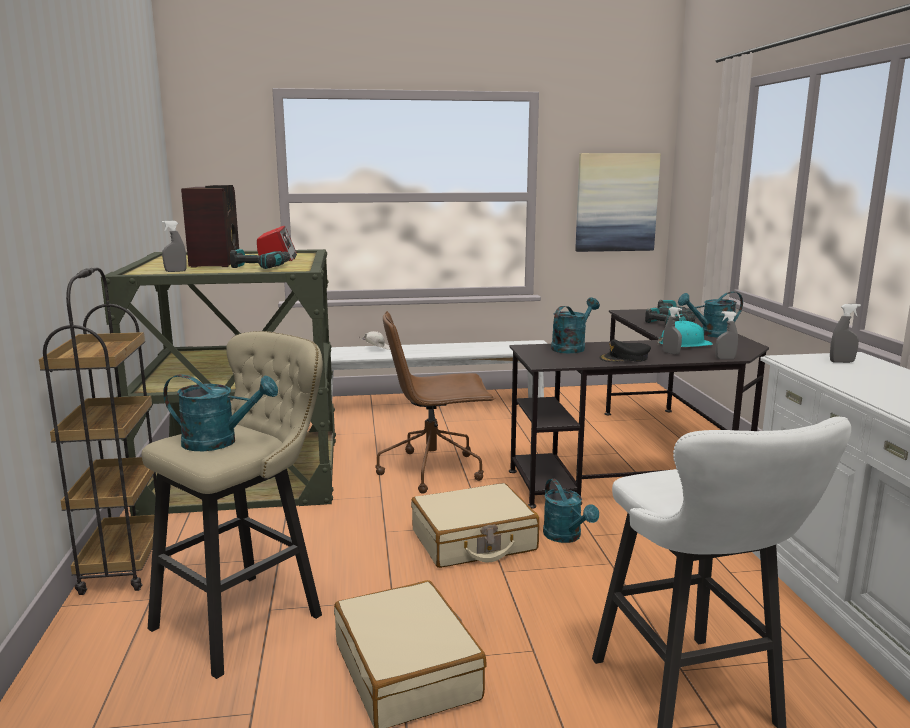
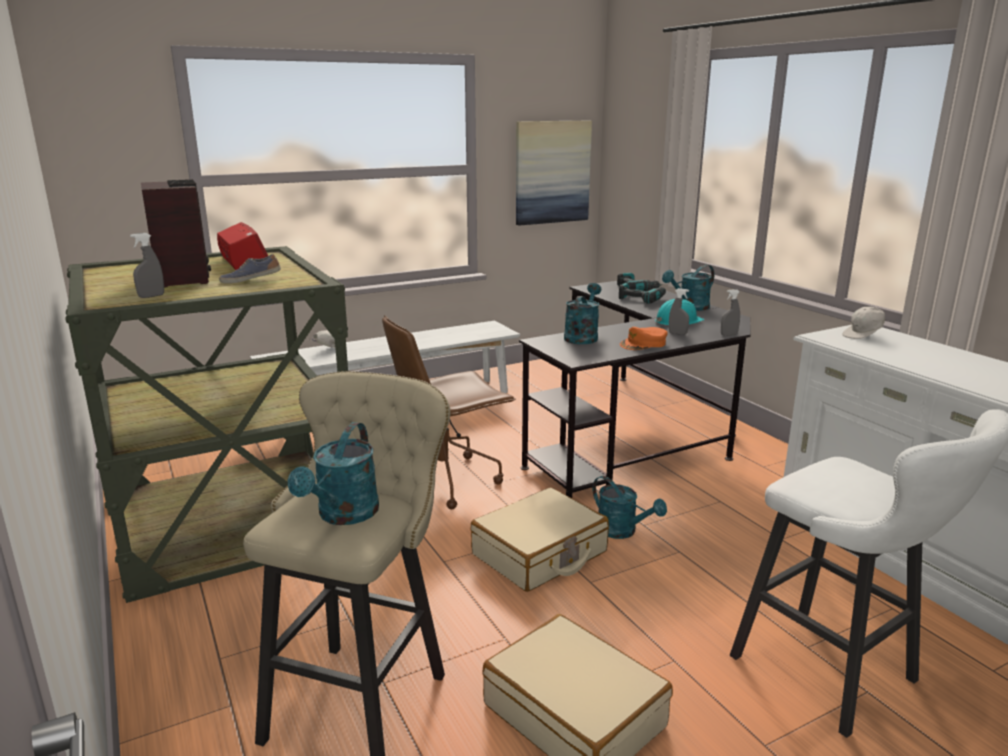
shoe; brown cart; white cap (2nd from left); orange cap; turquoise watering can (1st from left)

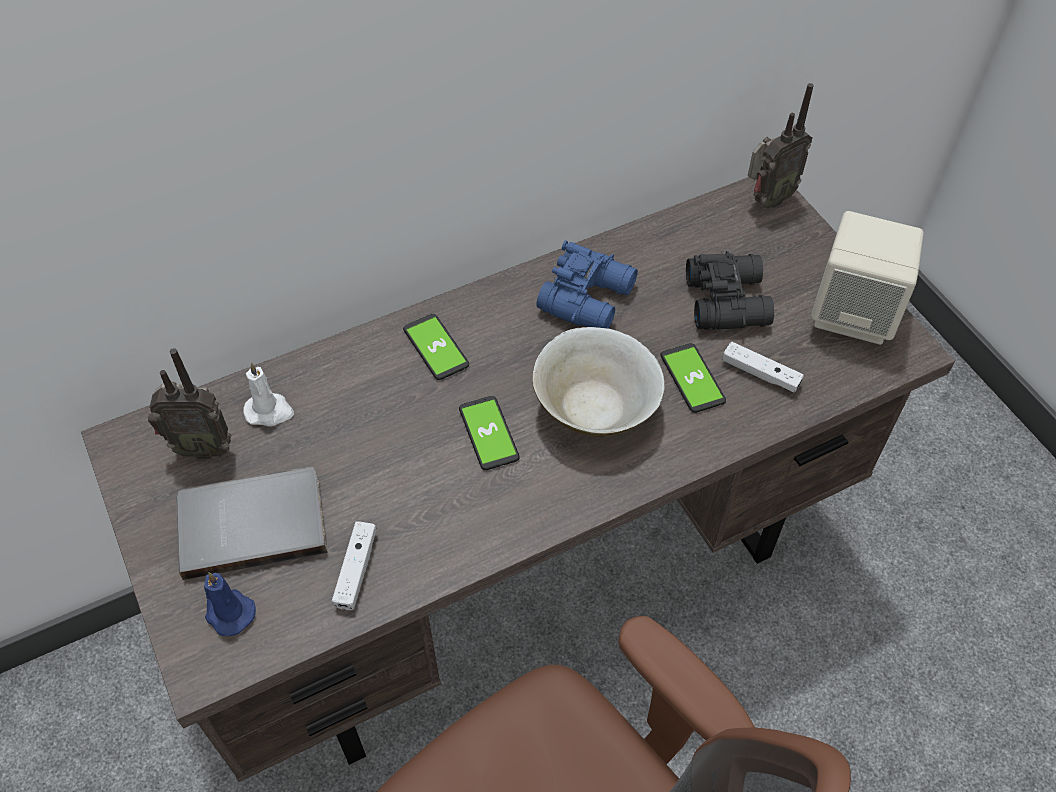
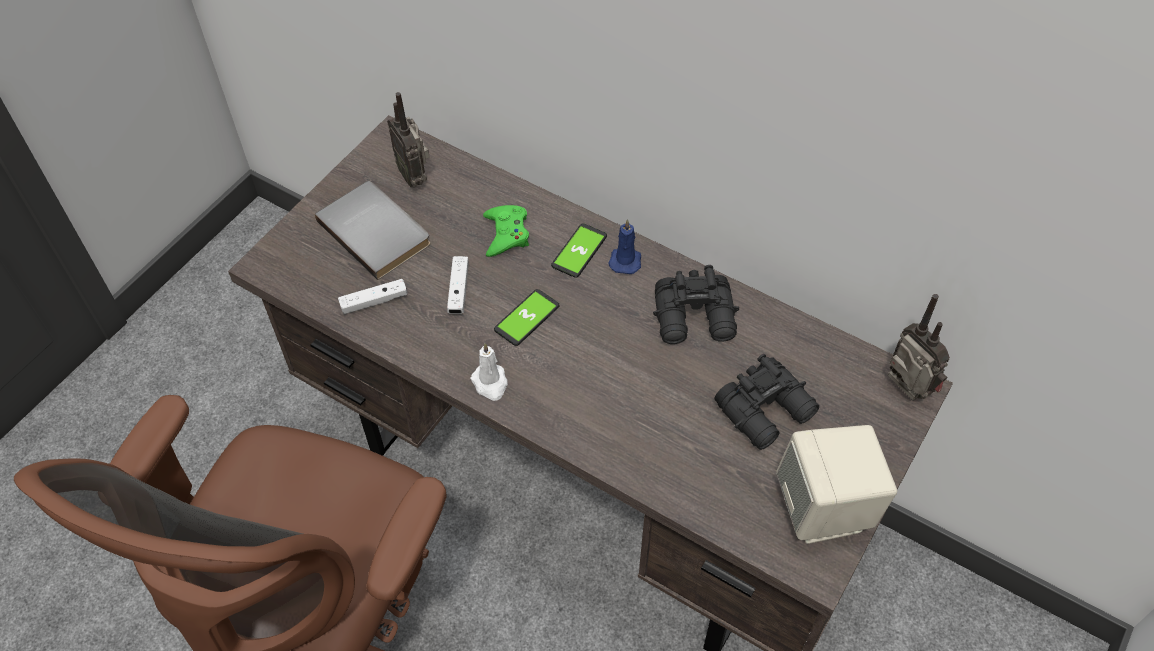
radio (2nd from left); black binoculars (1st from left); beige bowl; white game controller (2nd from left); phone (3rd from left in the first image); white candle; blue candle; green game controller

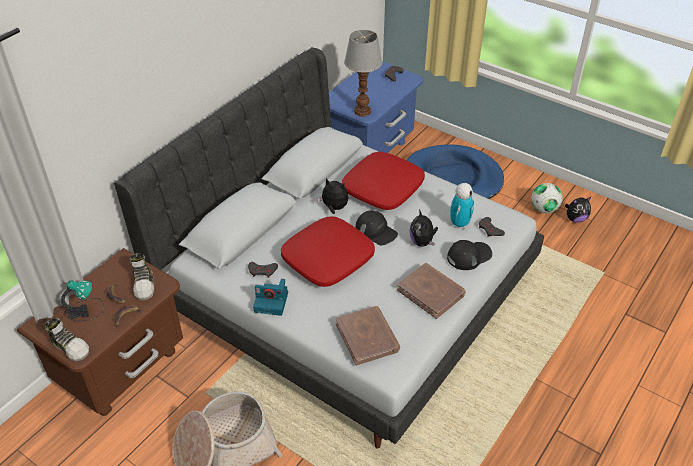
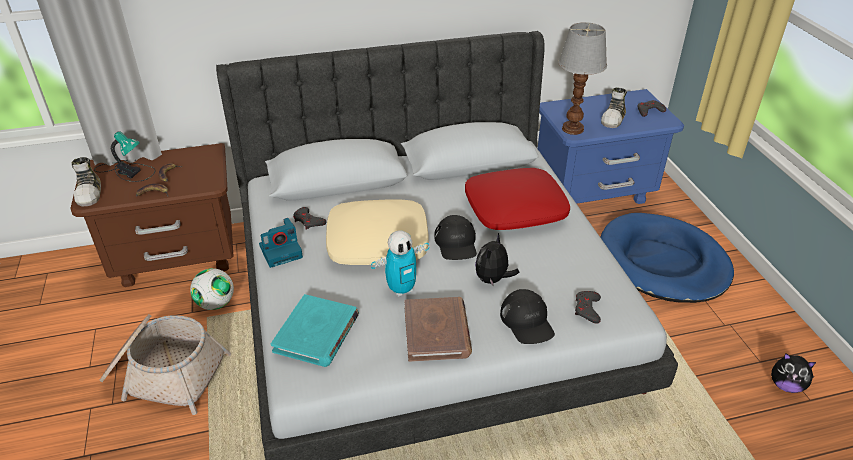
plush toy (1st from left in the first image); toy robot; football; beige pillow; black cap (2nd from left); shoe (2nd from left); photo camera; turquoise book

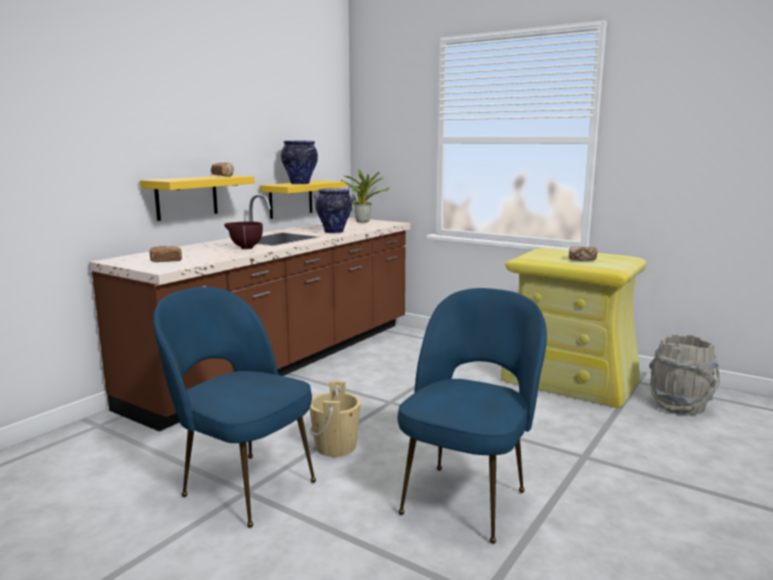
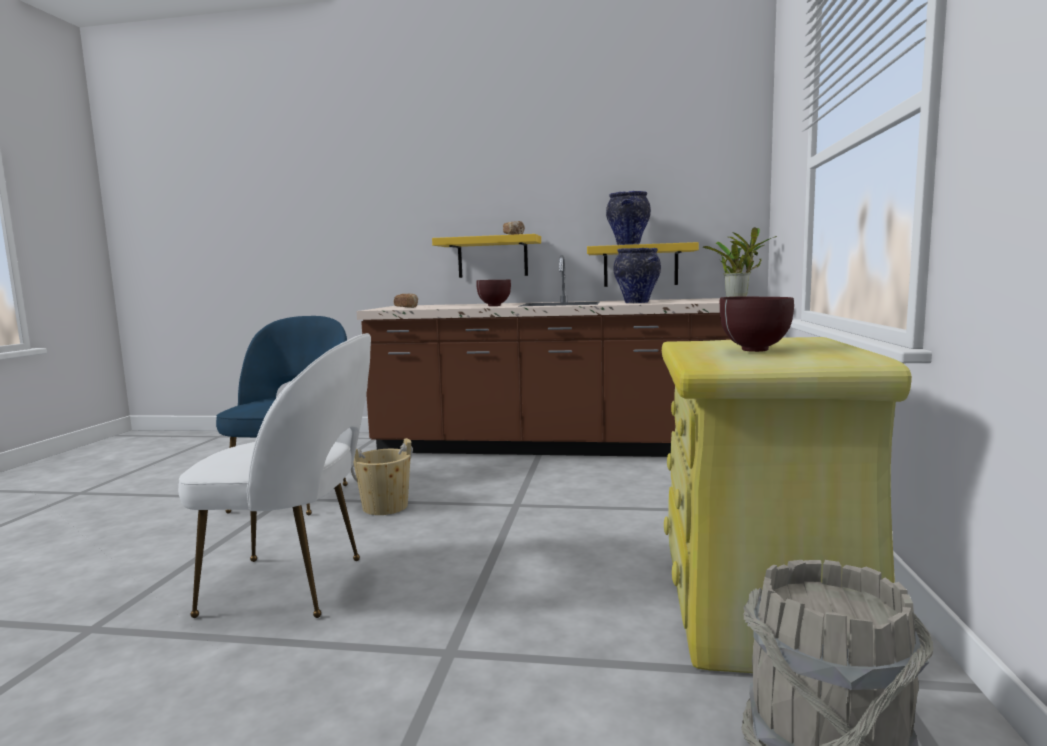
brown bowl (2nd from left); white chair

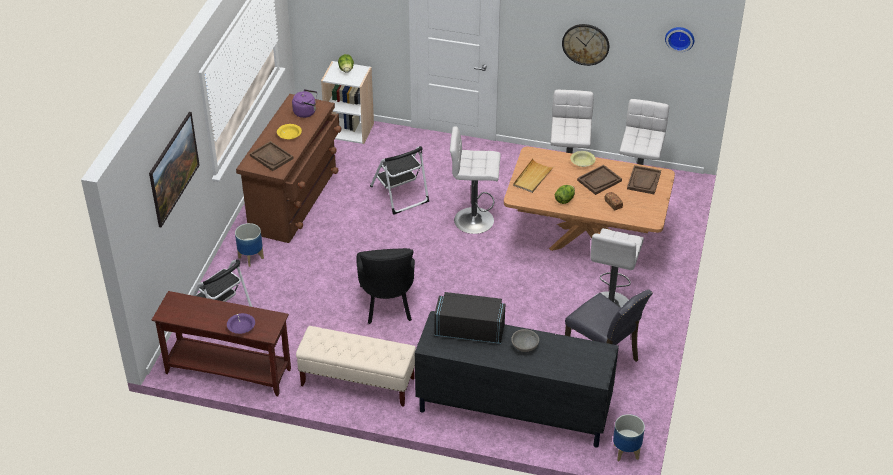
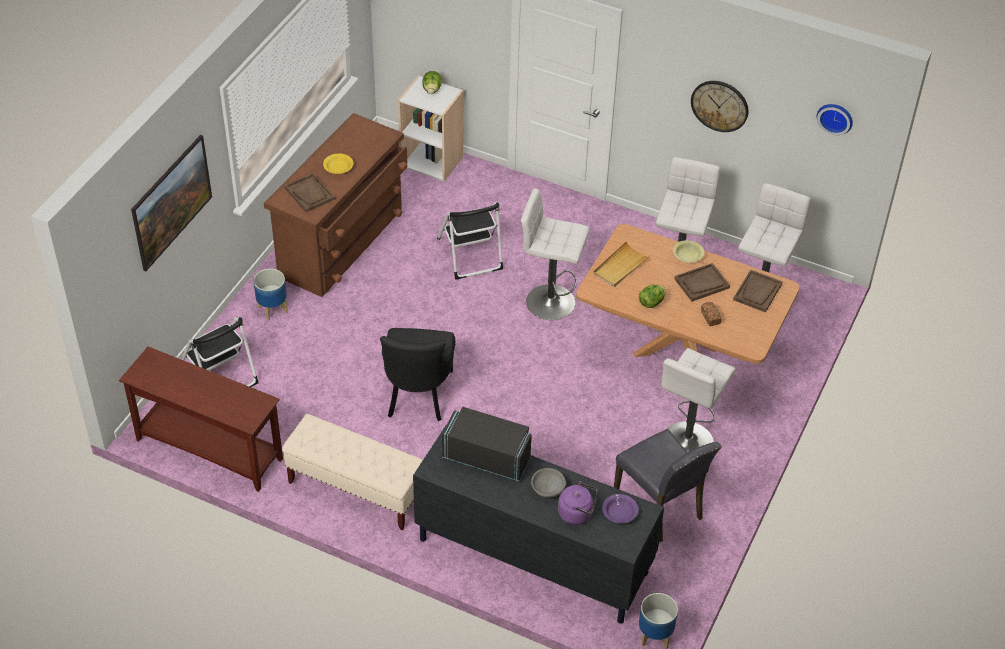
purple kettle; purple bowl

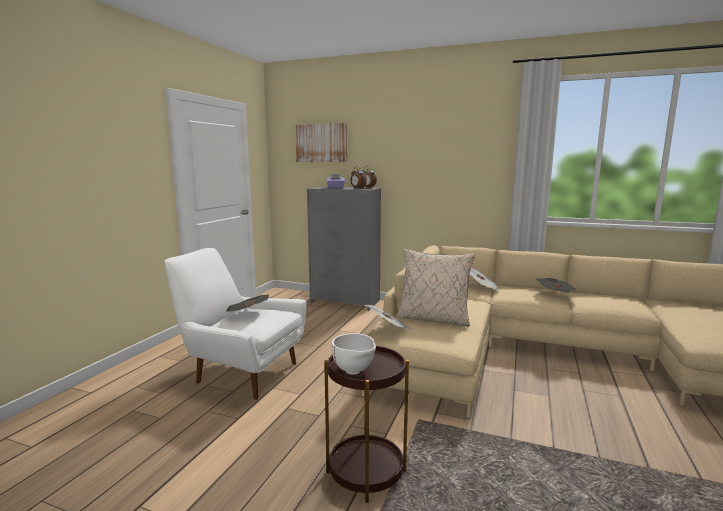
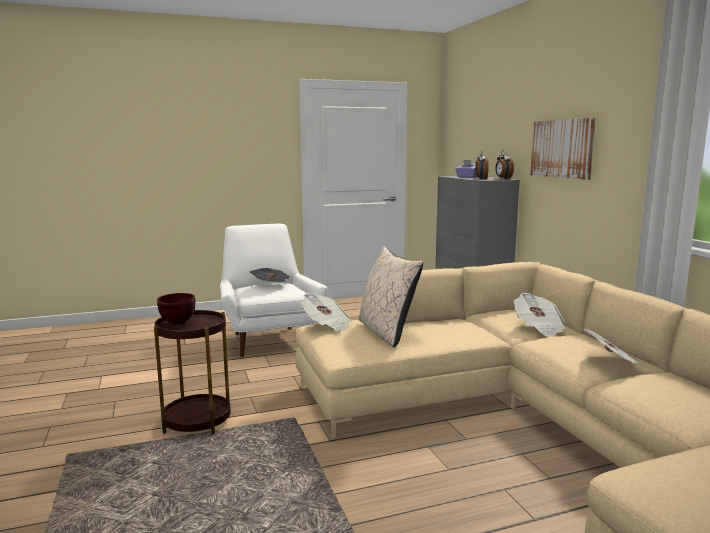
picture; brown bowl

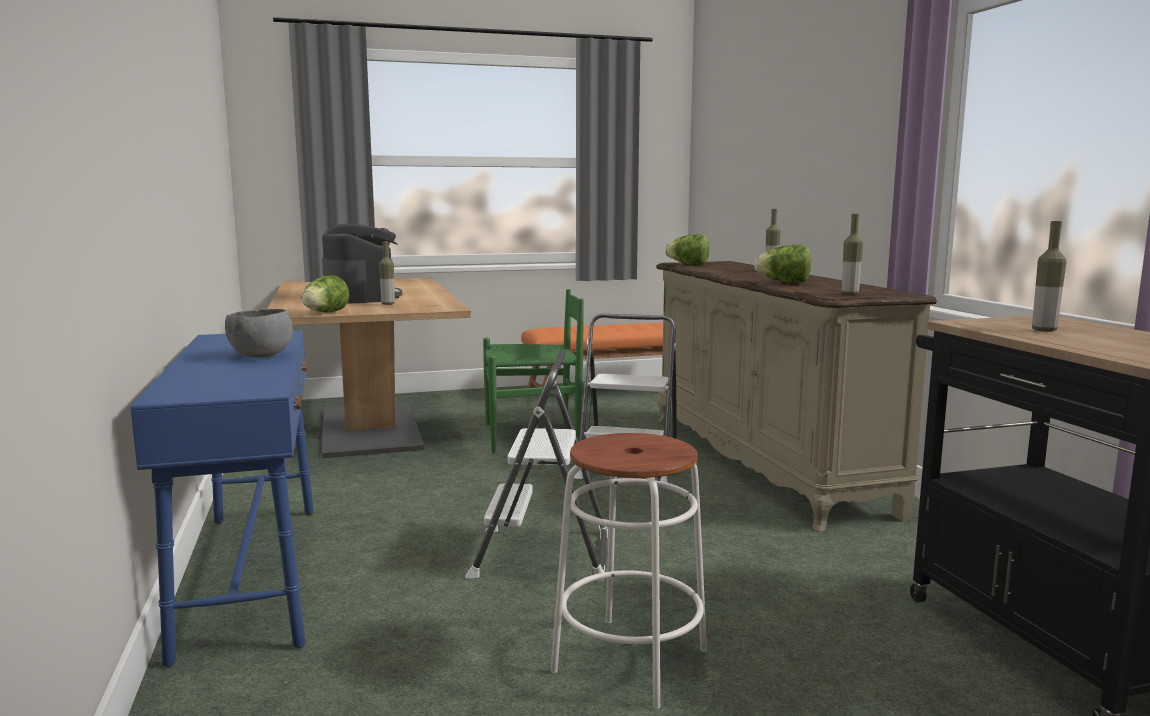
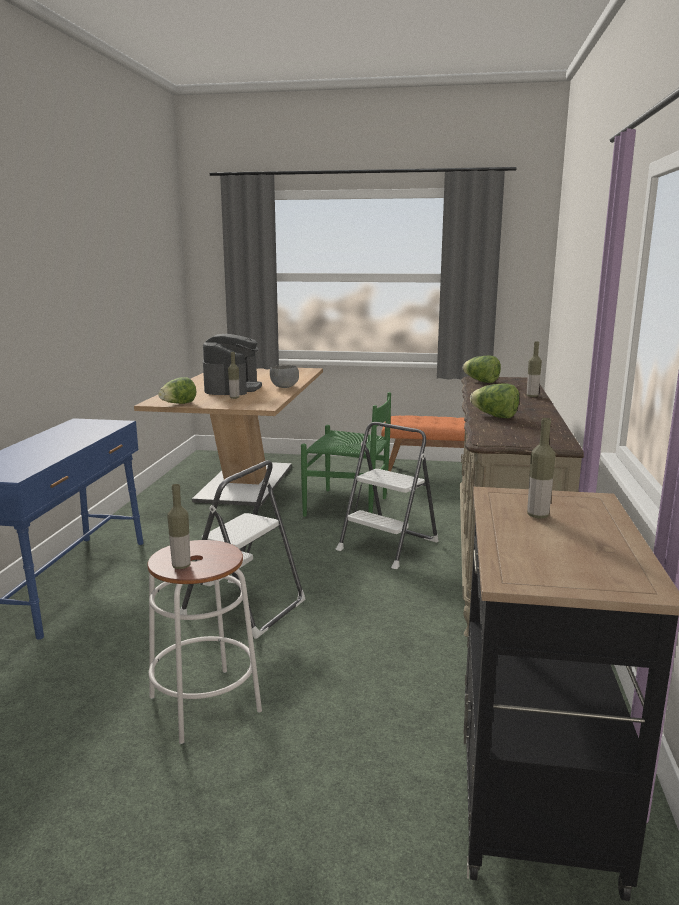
bottle (1st from left); grey bowl

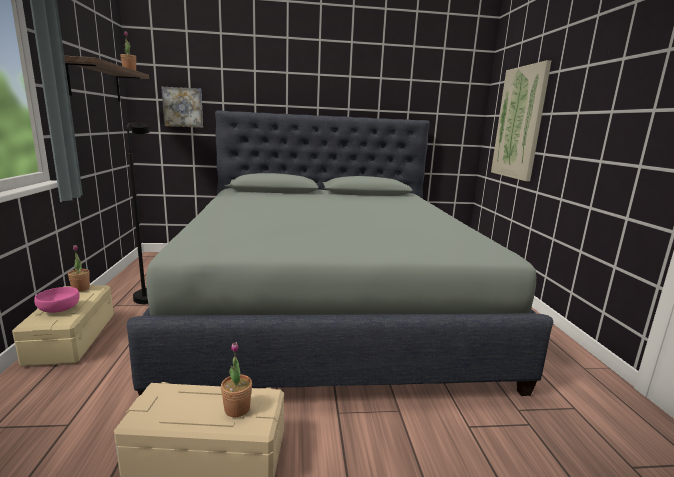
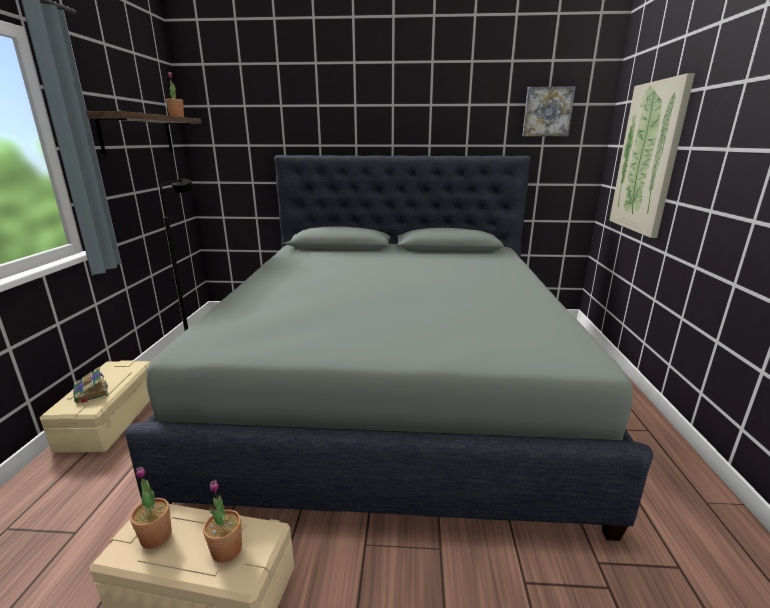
picture (1st from left); potted plant (1st from left); book

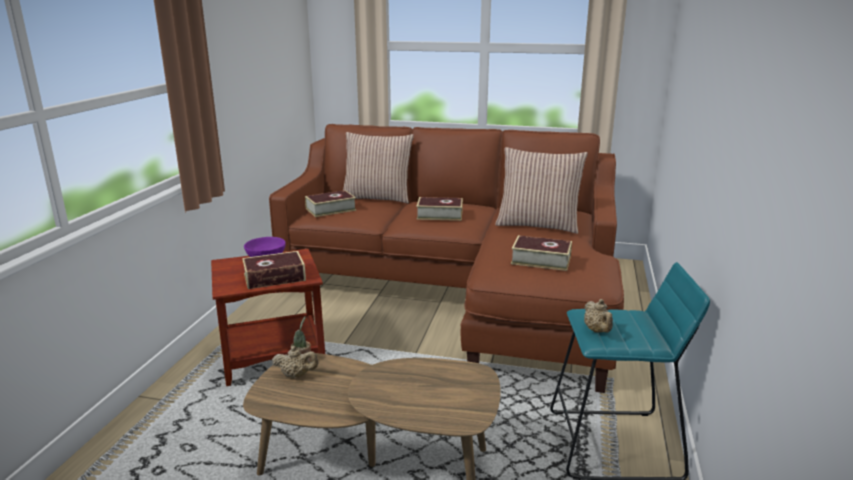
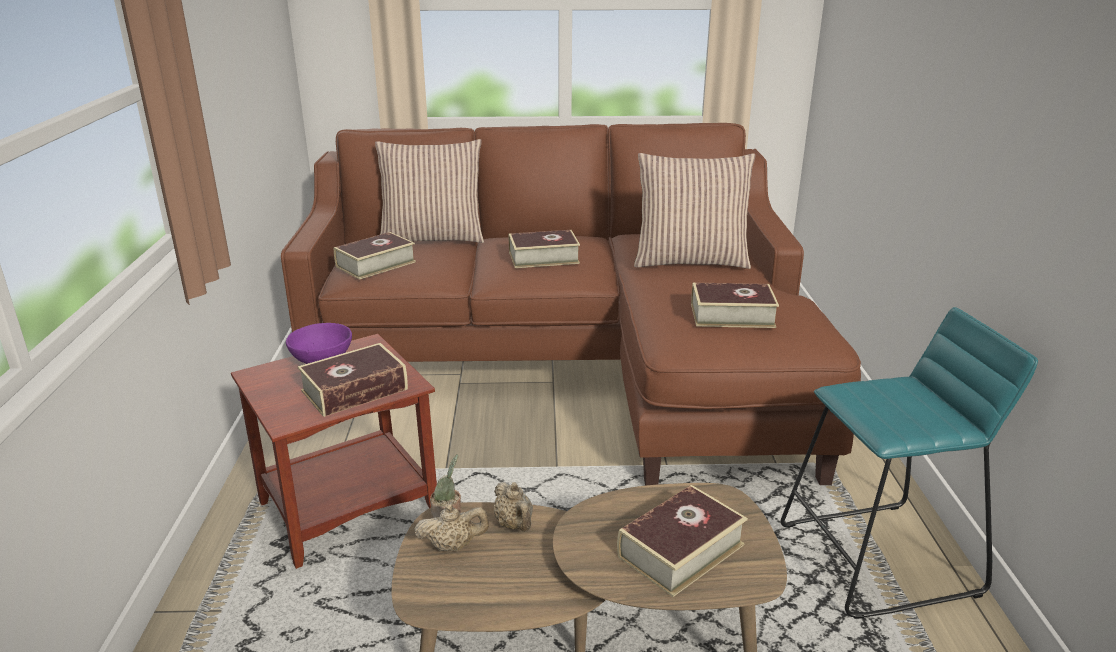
beige teapot (2nd from left); book (4th from left)

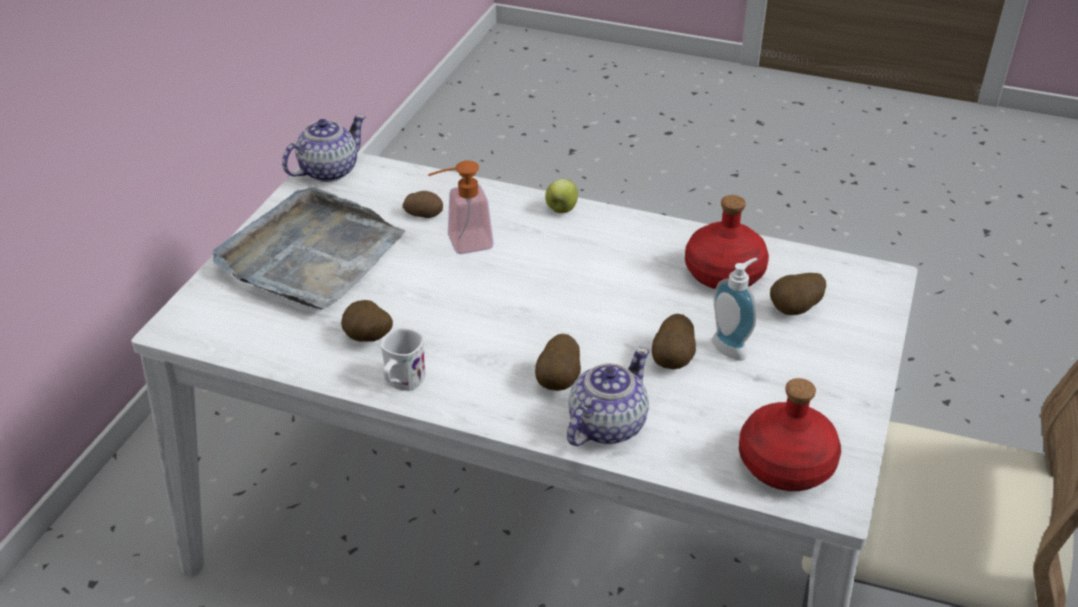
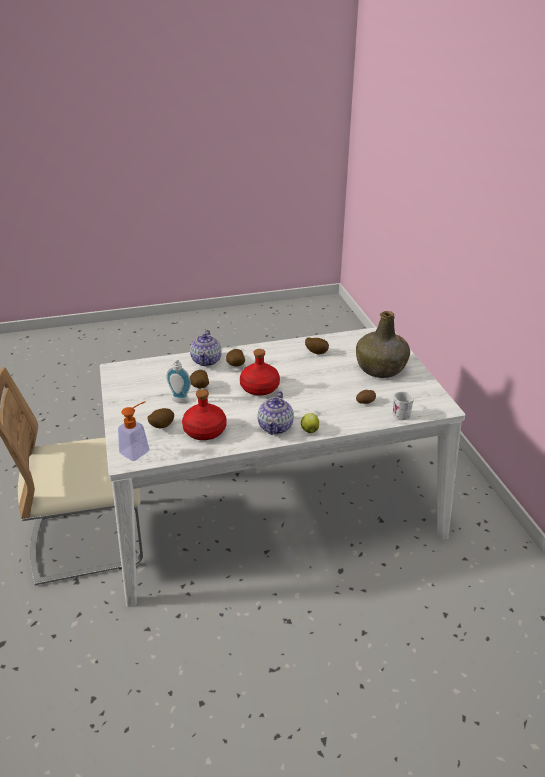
teapot (2nd from left); soap dispenser (1st from left); green bottle; white mug; red bottle (2nd from left)

